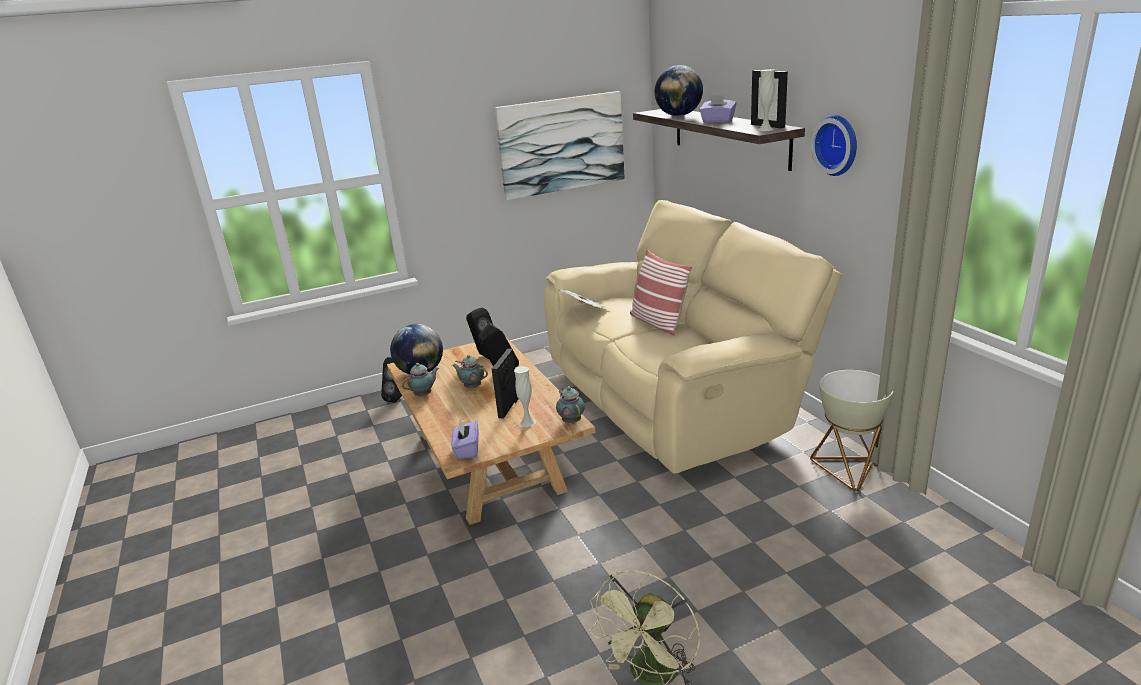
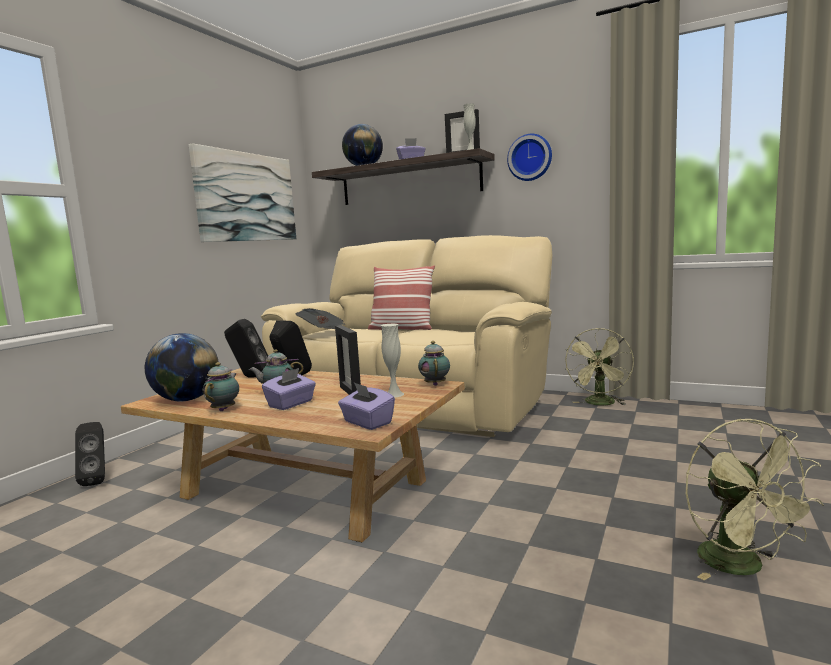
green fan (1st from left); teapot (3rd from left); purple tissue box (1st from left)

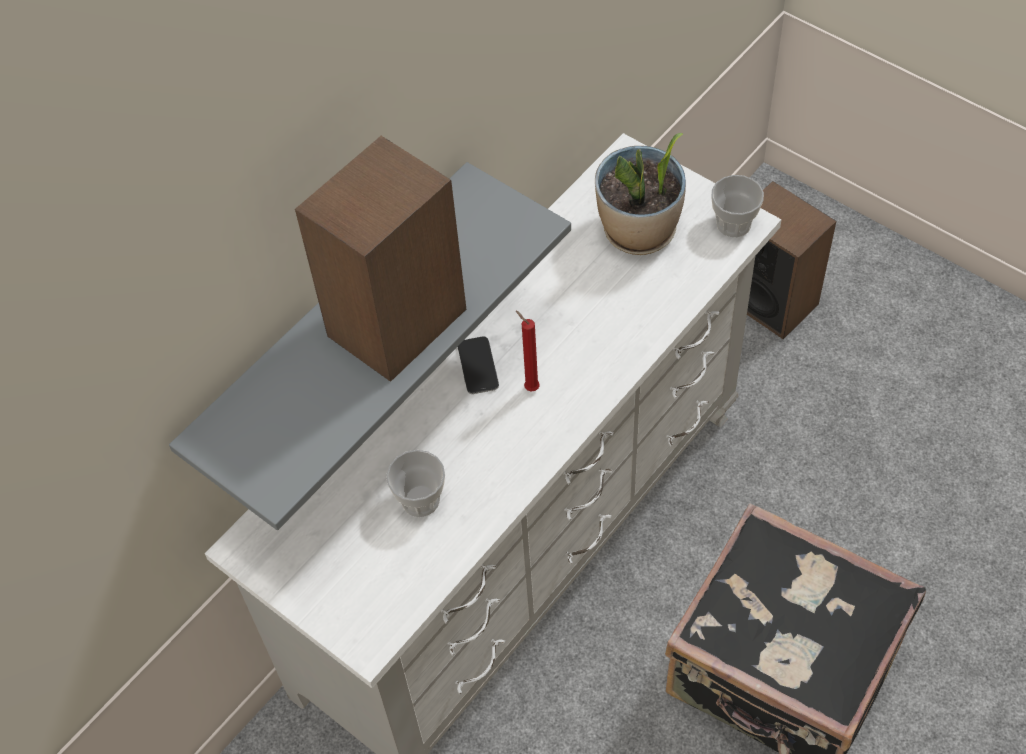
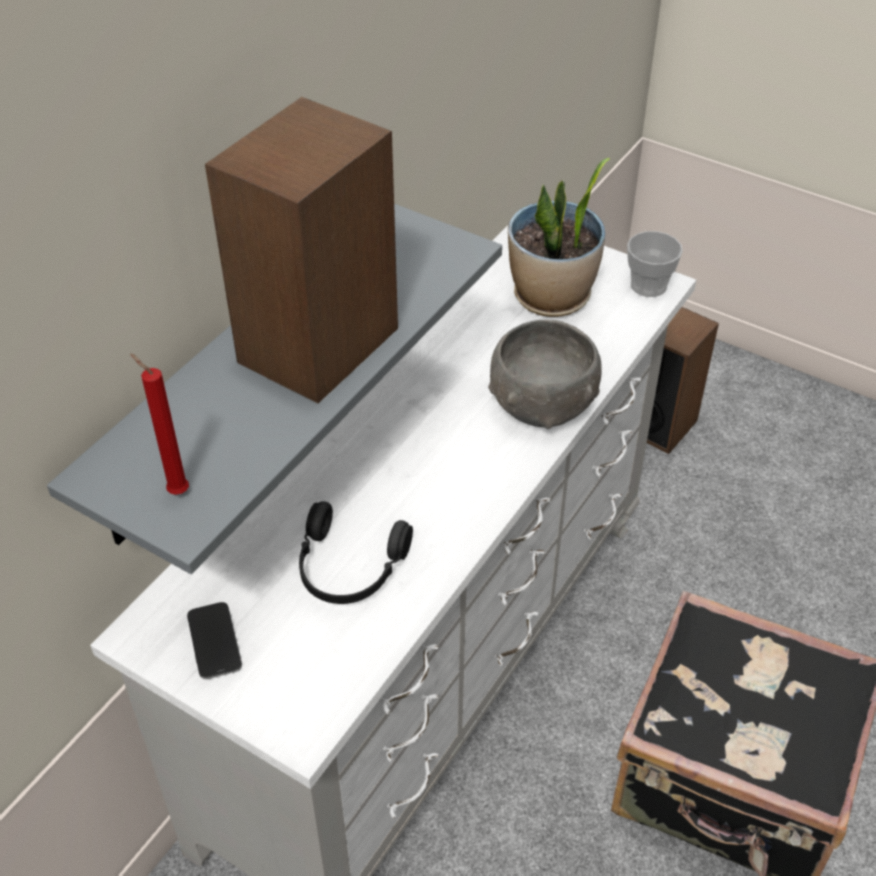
red candle; phone; black headphones; grey bowl

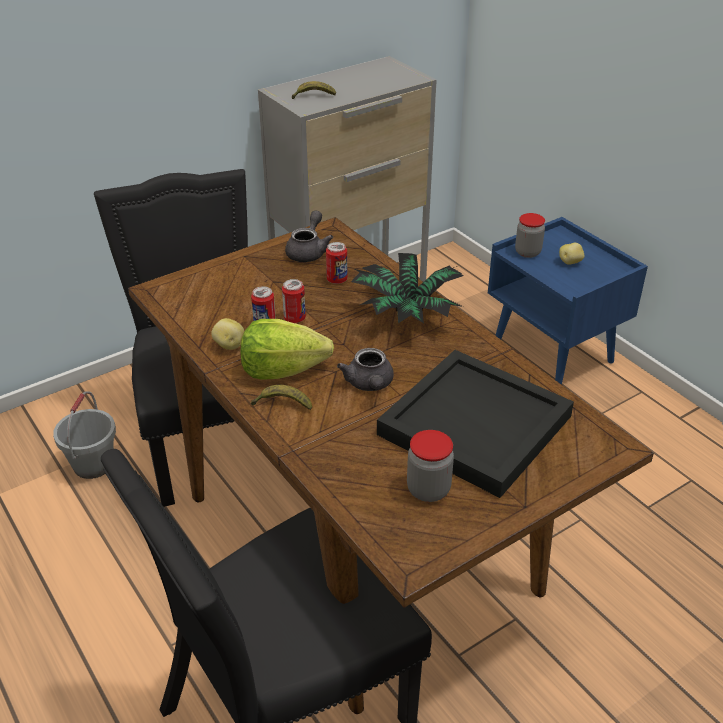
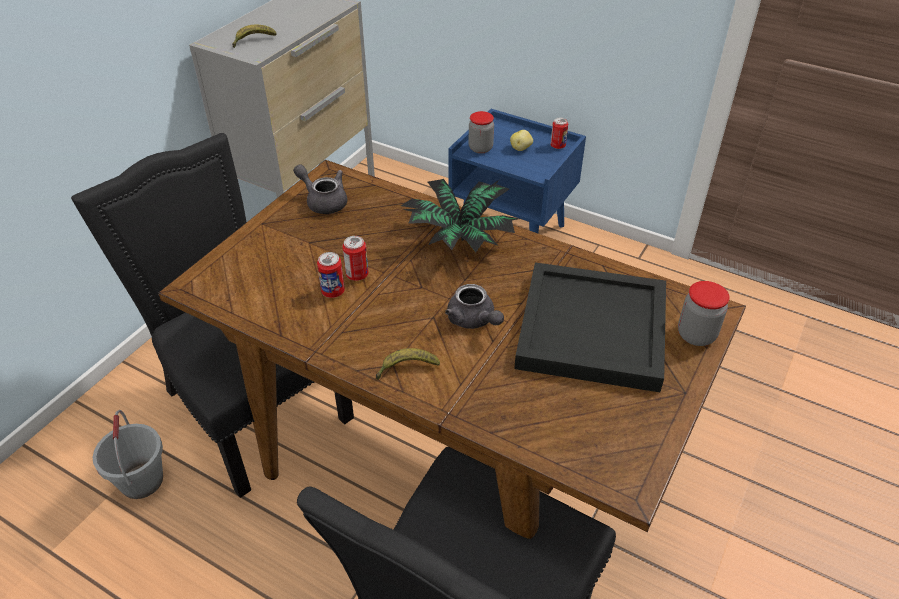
grey teapot (1st from left); can (3rd from left); potato (1st from left in the first image); lettuce; jar (2nd from left)

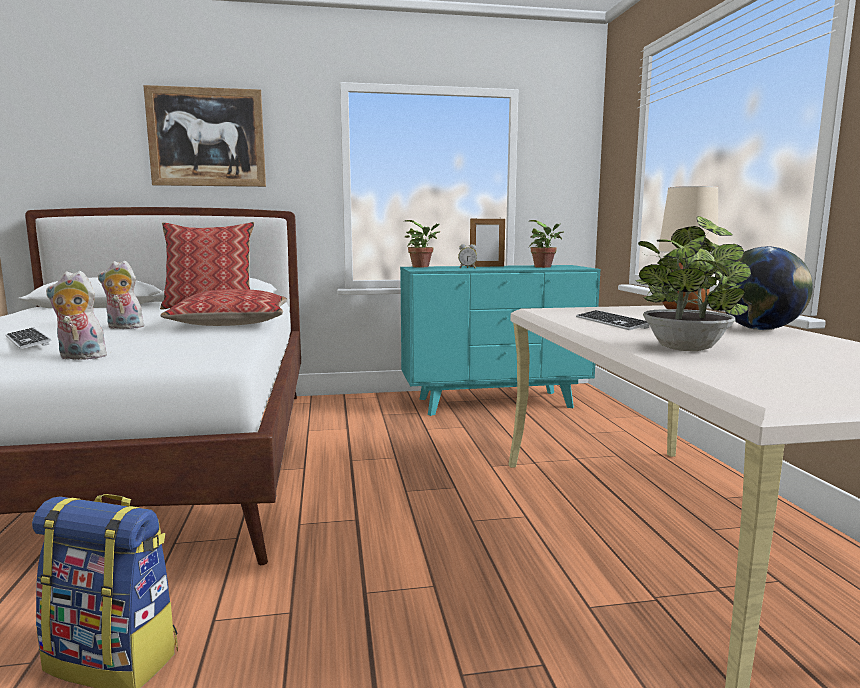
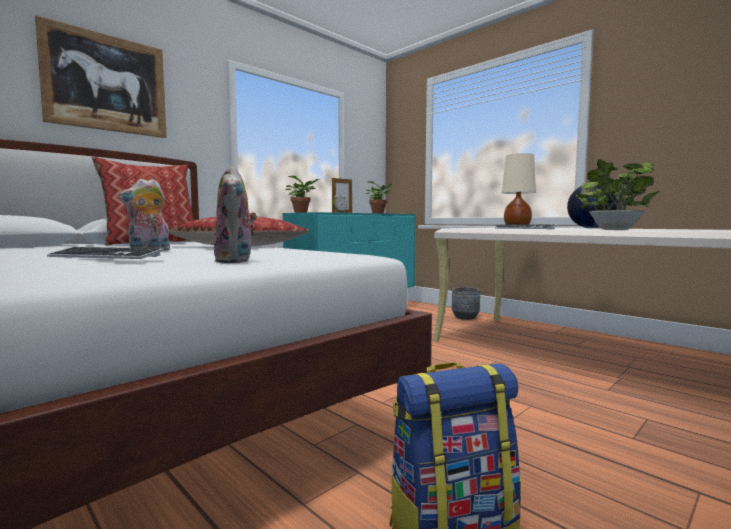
plush toy (2nd from left); grey planter

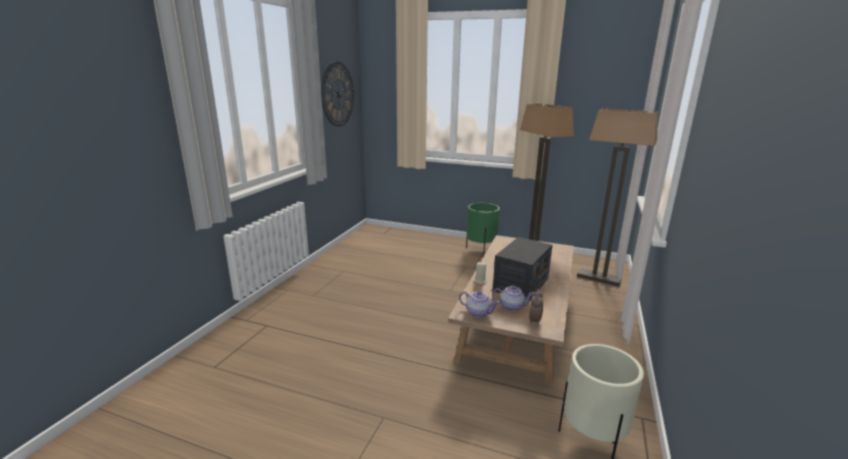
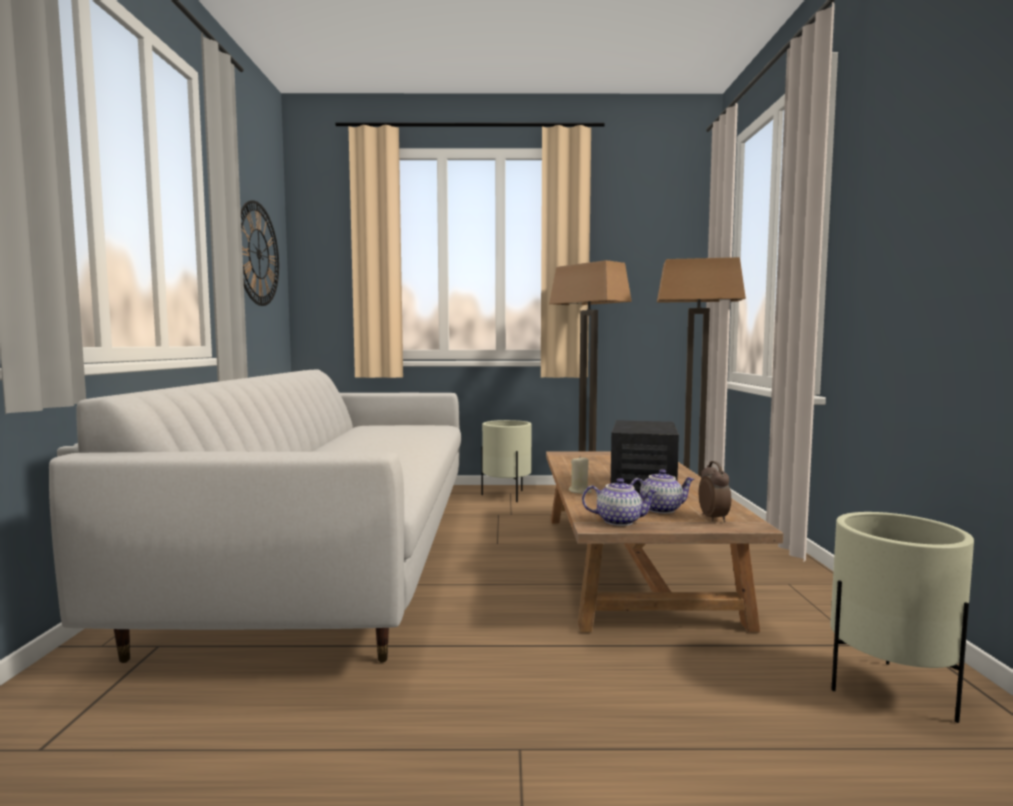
beige planter (1st from left); white sofa

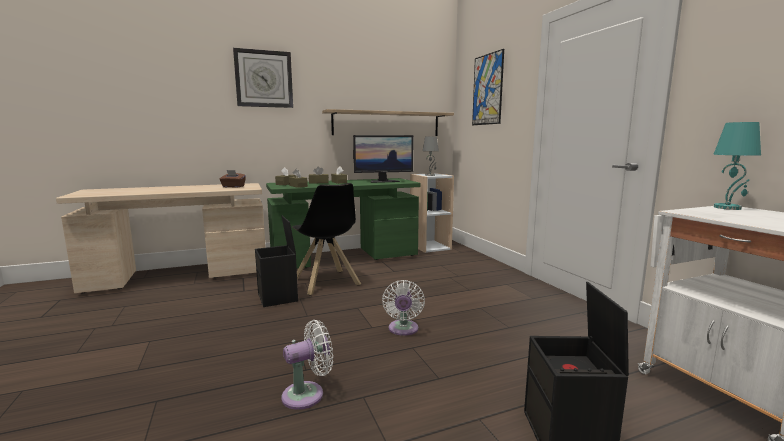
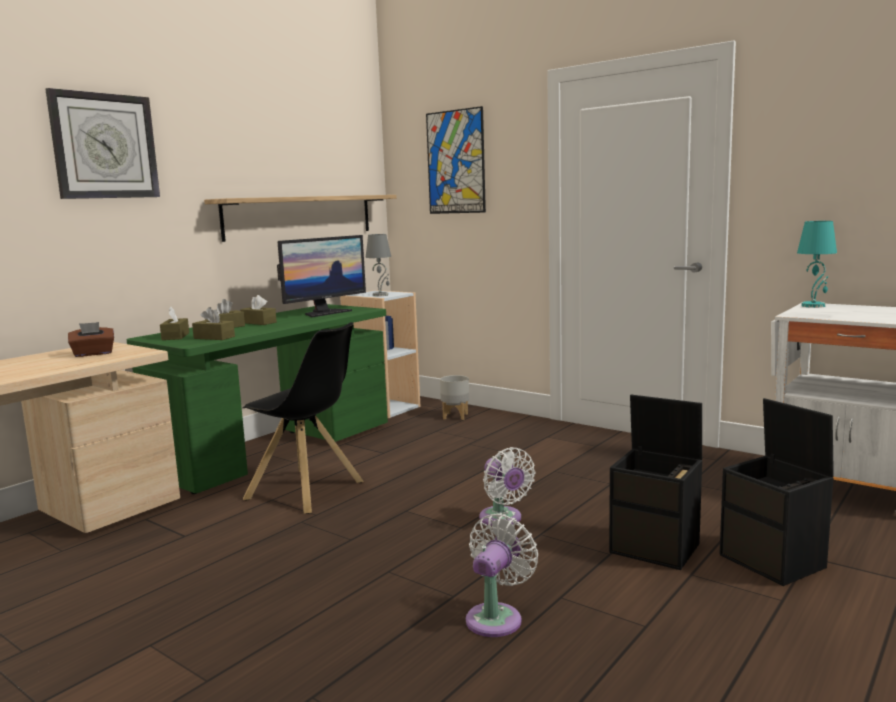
black storage box (1st from left); grey planter

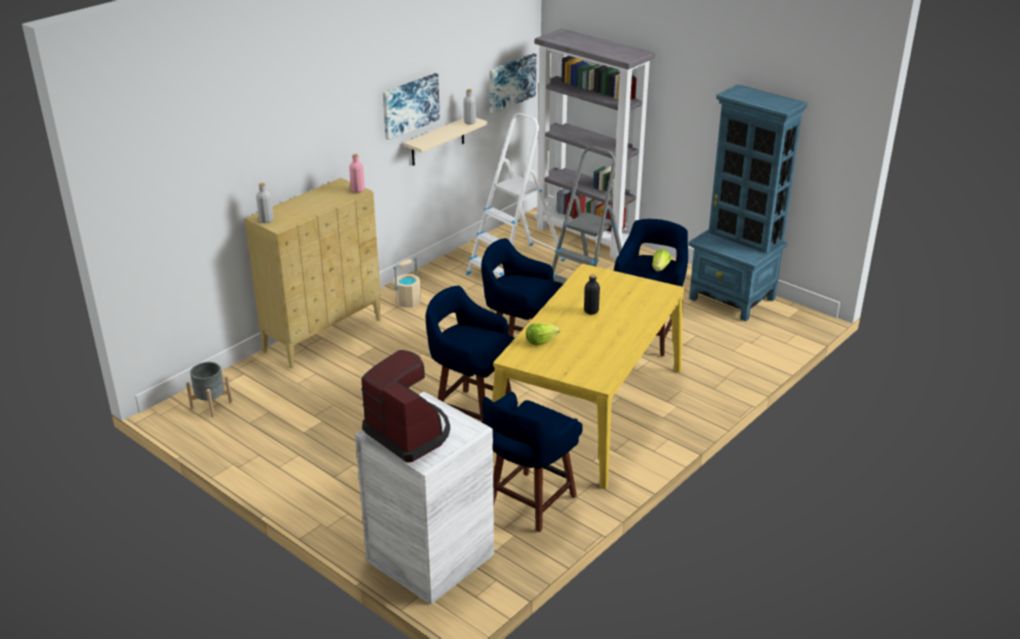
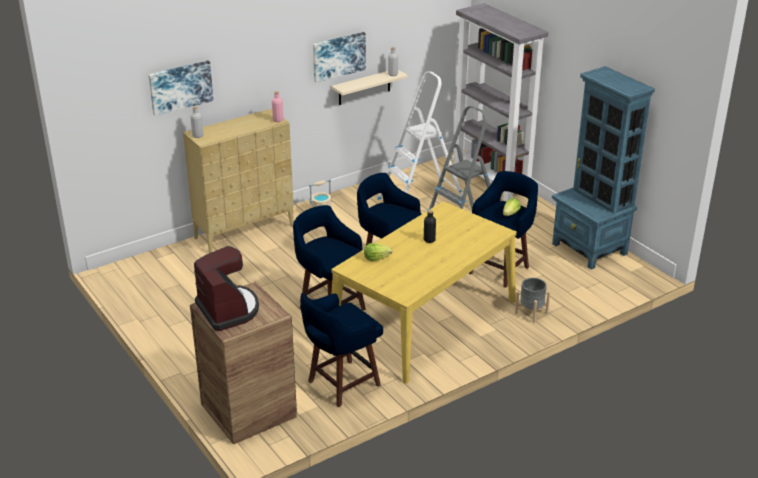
picture (1st from left); grey planter; brown cabinet

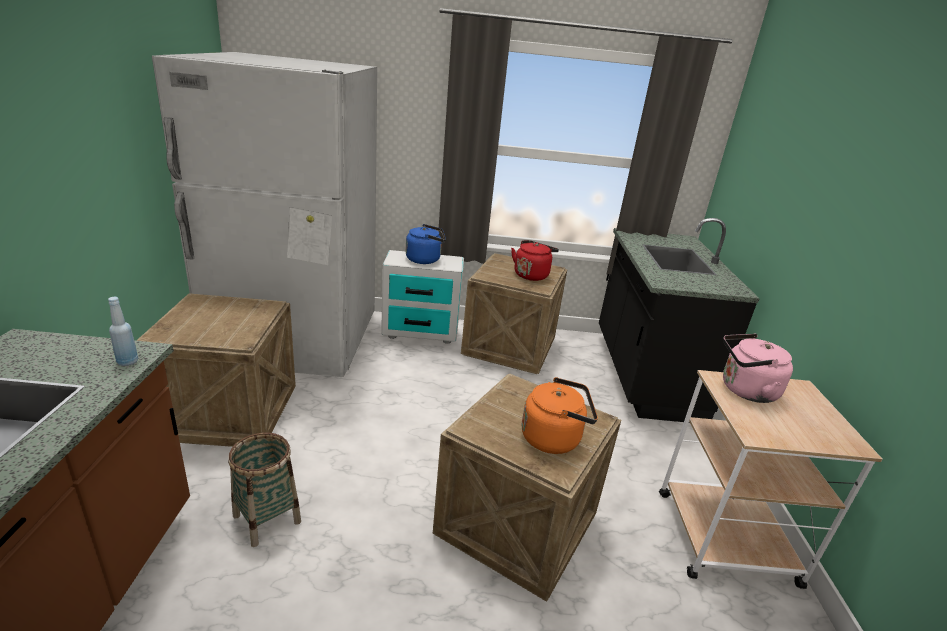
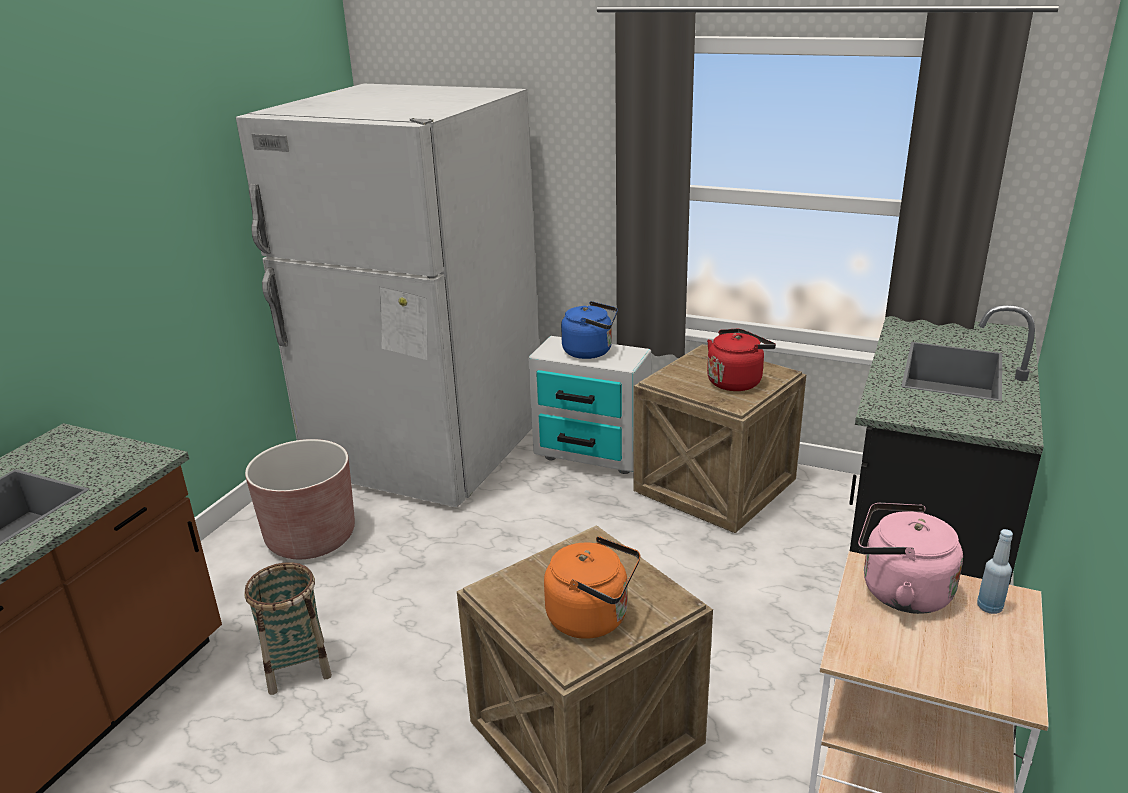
brown planter; blue bottle

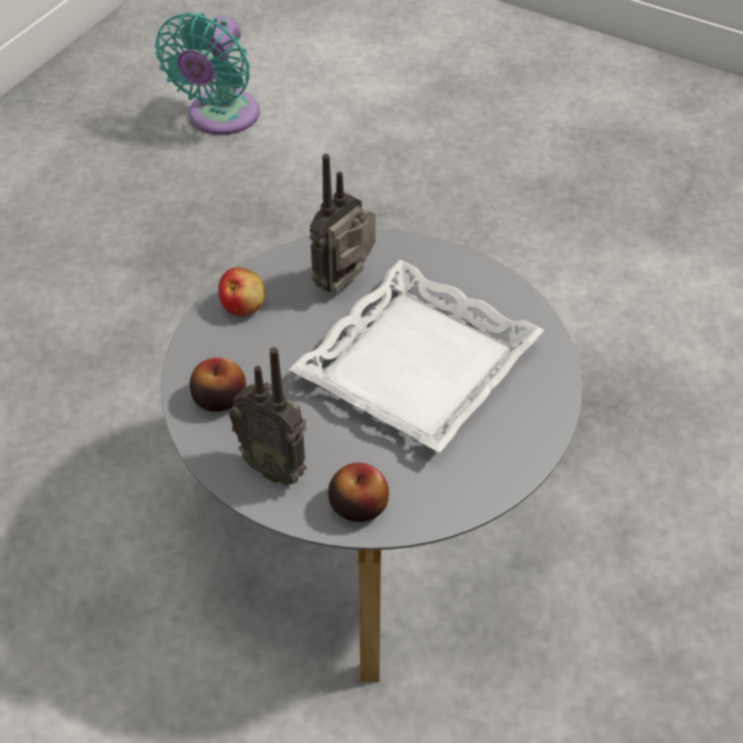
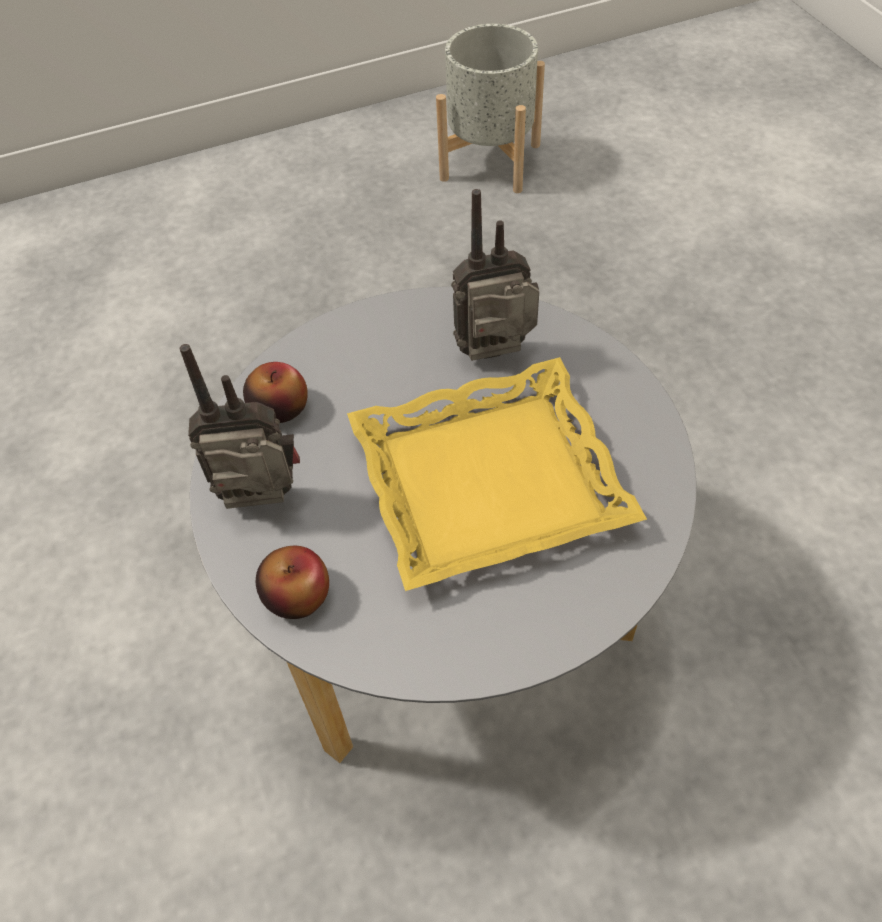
turquoise fan; yellow tray; apple (2nd from left in the first image); radio (1st from left); grey planter

